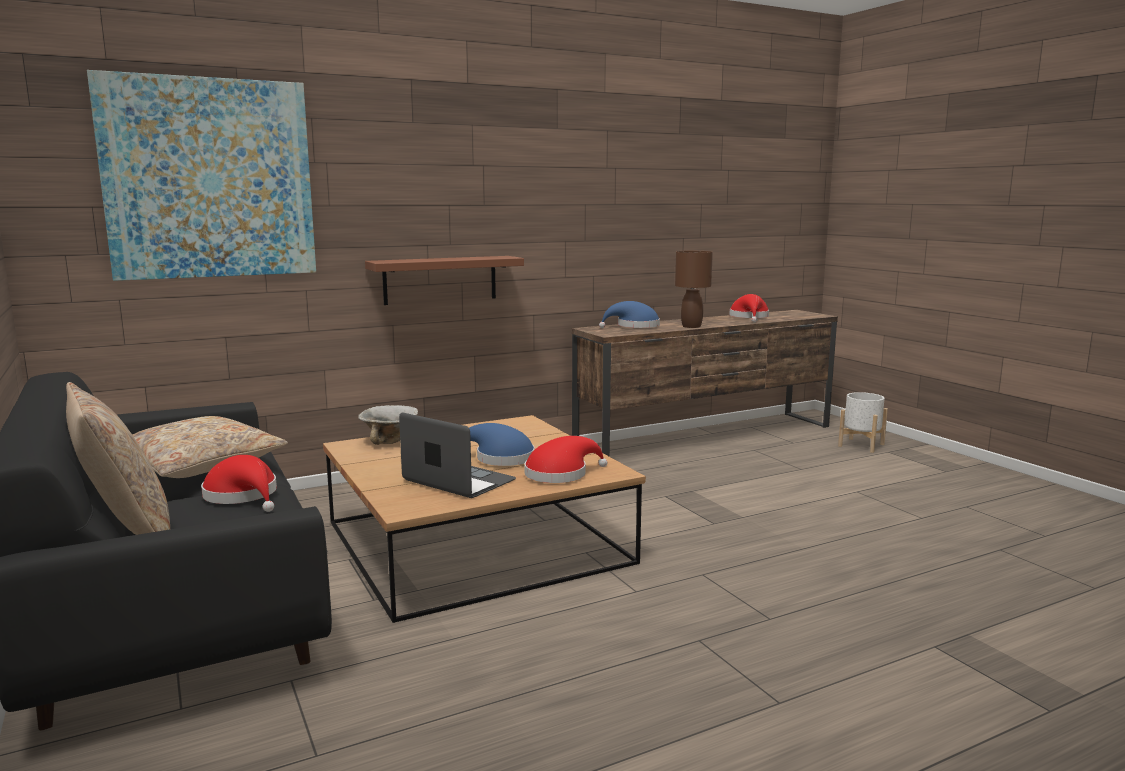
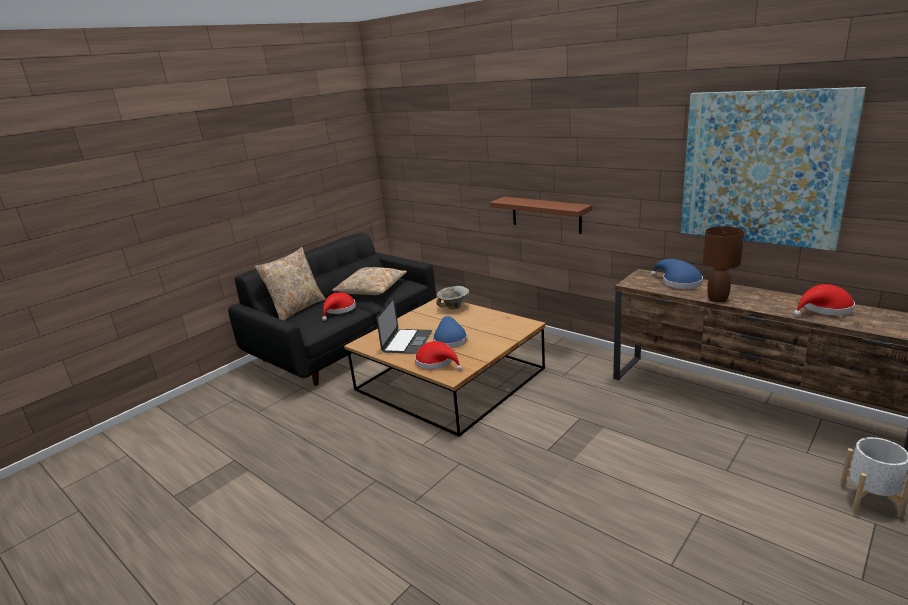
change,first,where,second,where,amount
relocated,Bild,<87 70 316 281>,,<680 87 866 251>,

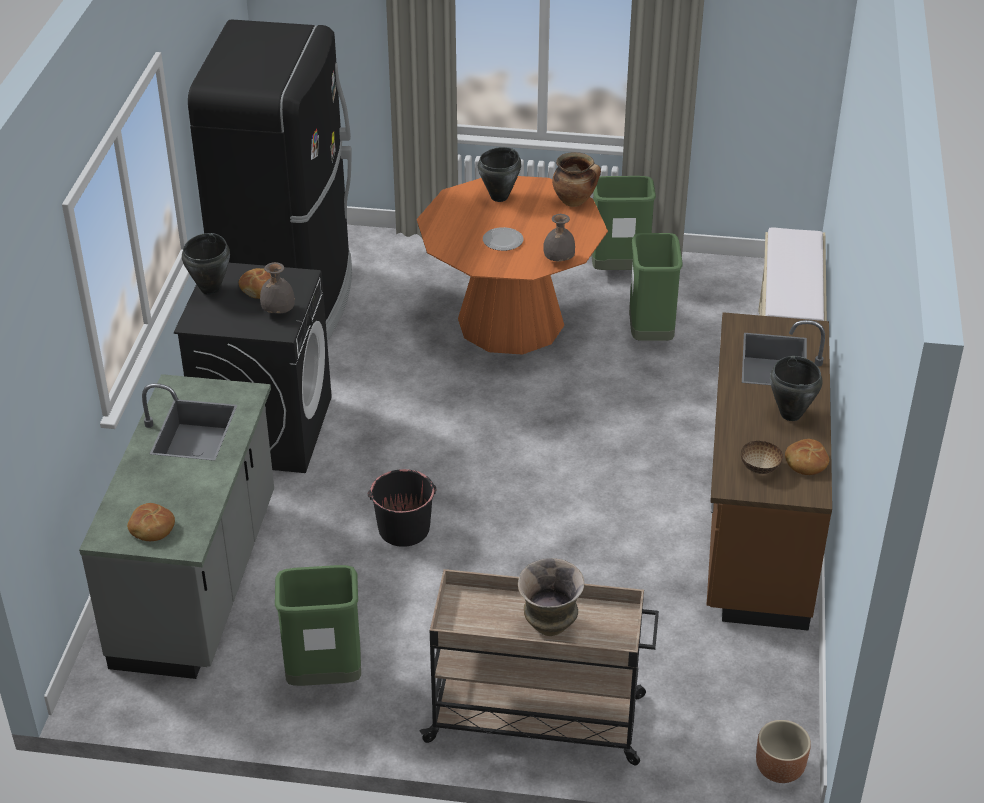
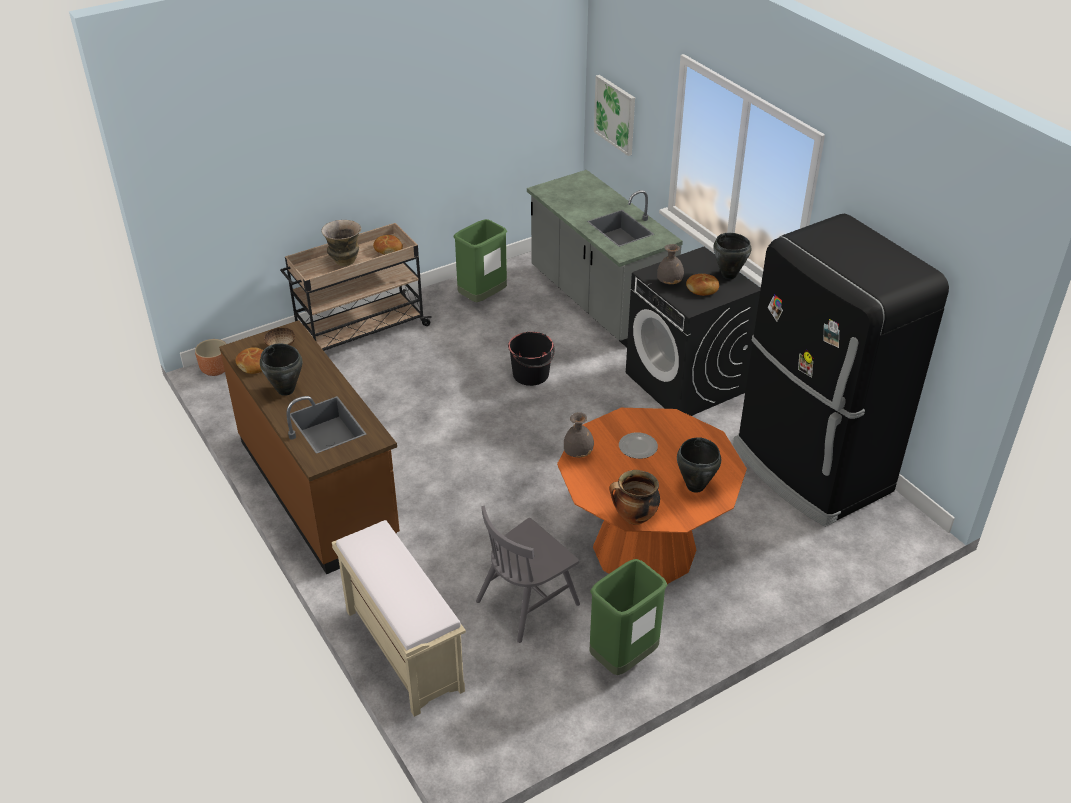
change,first,where,second,where,amount
relocated,Brot,<127 503 175 541>,,<373 235 403 254>,
exchanged,Mülleimer/grün,<629 233 683 341>,Stuhl/grau,<476 506 580 643>,
appeared,,,Bild,<594 75 635 156>,

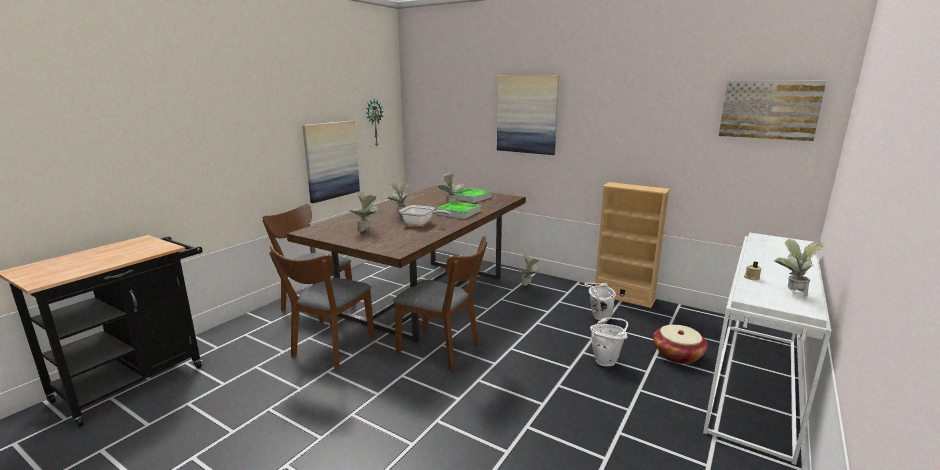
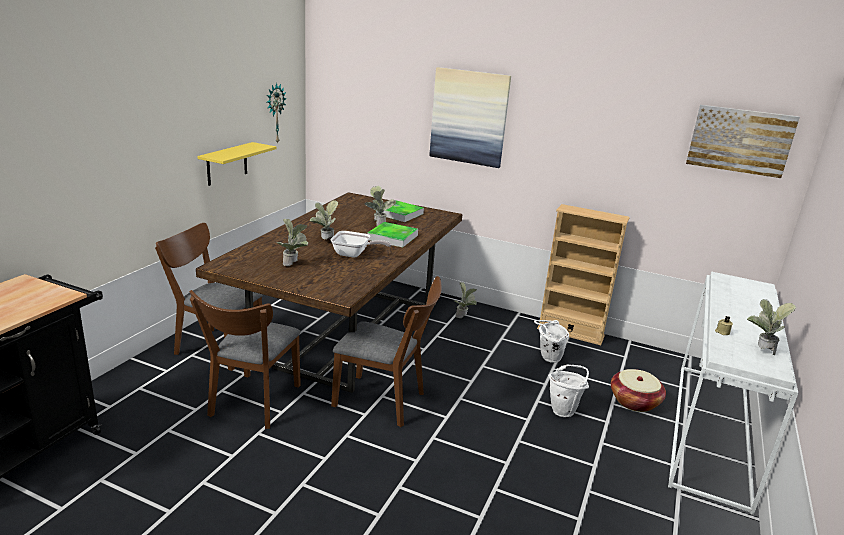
change,first,where,second,where,amount
exchanged,Bild,<302 121 360 203>,Wandregal/gelb,<197 142 276 186>,

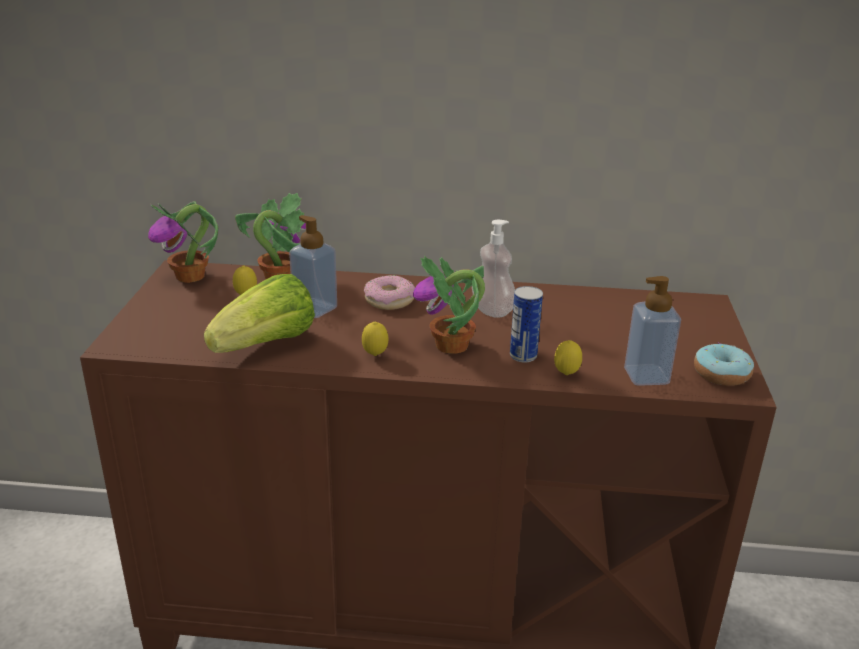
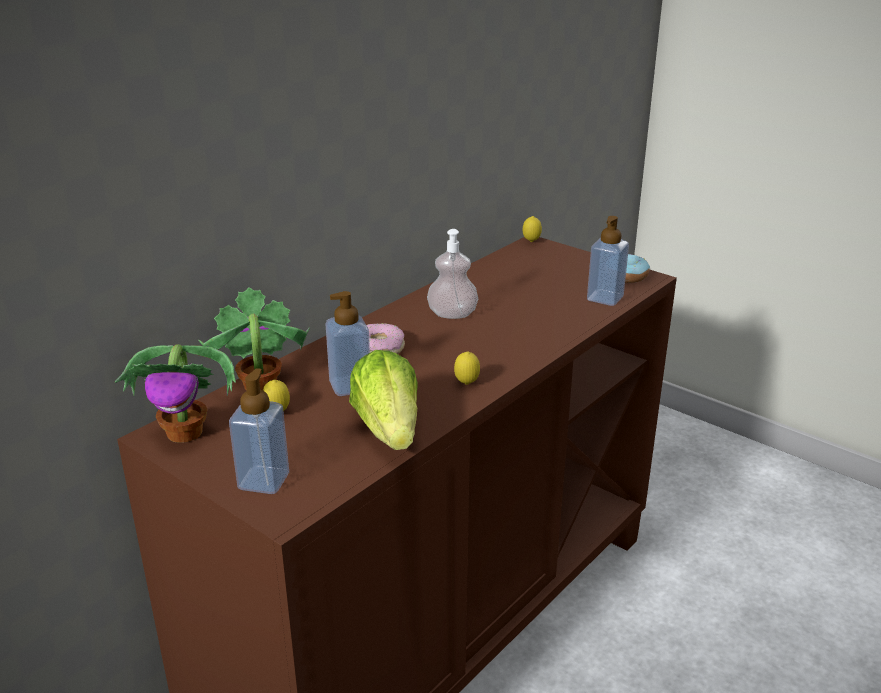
change,first,where,second,where,amount
appeared,,,Seifenspender,<229 368 289 494>,
relocated,Zitrone,<554 340 582 375>,,<523 216 542 242>,
missing,Topfpflanze,<413 256 485 354>,,,
missing,Dose,<510 286 543 363>,,,

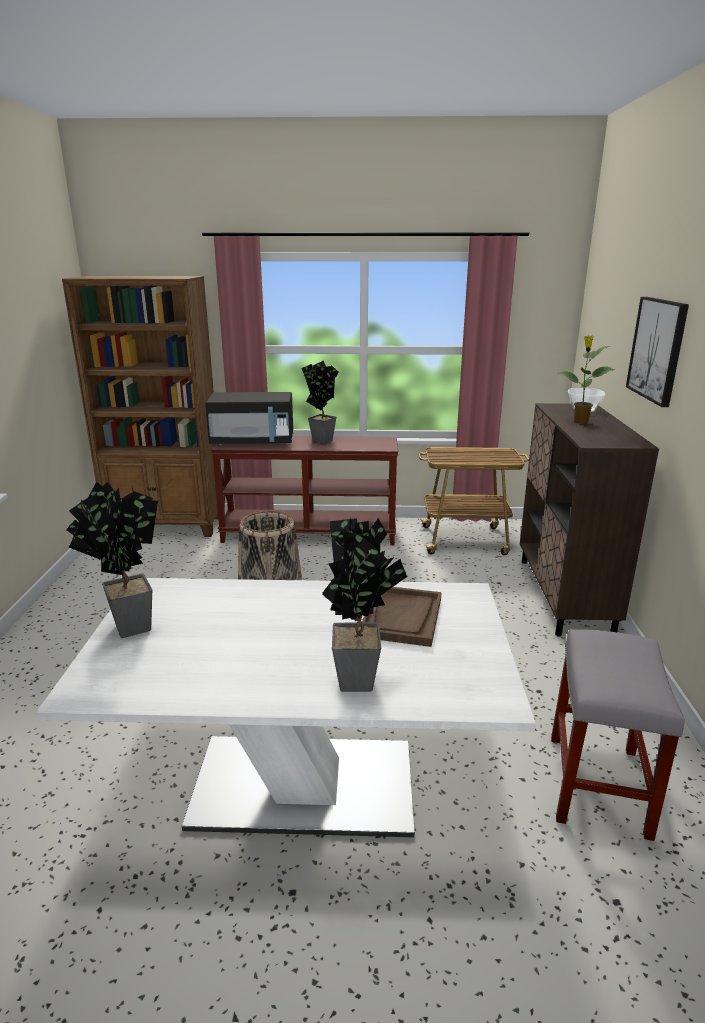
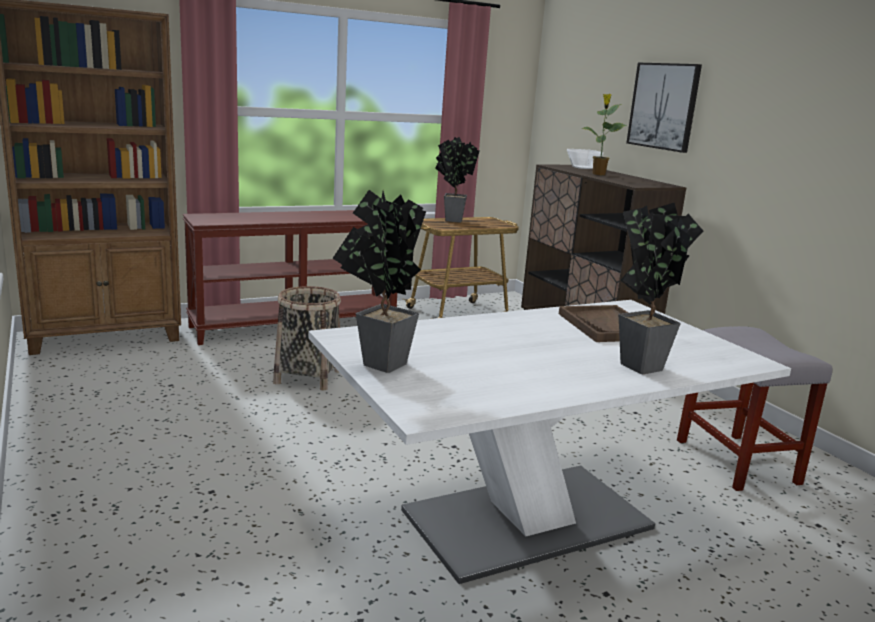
change,first,where,second,where,amount
relocated,Topfpflanze,<301 361 339 444>,,<435 137 479 223>,
missing,Mikrowelle/schwarz,<205 392 294 445>,,,

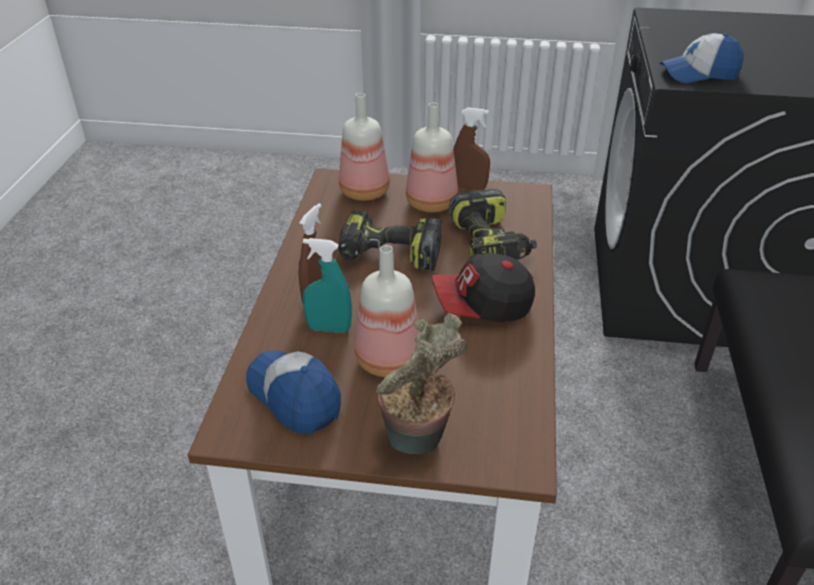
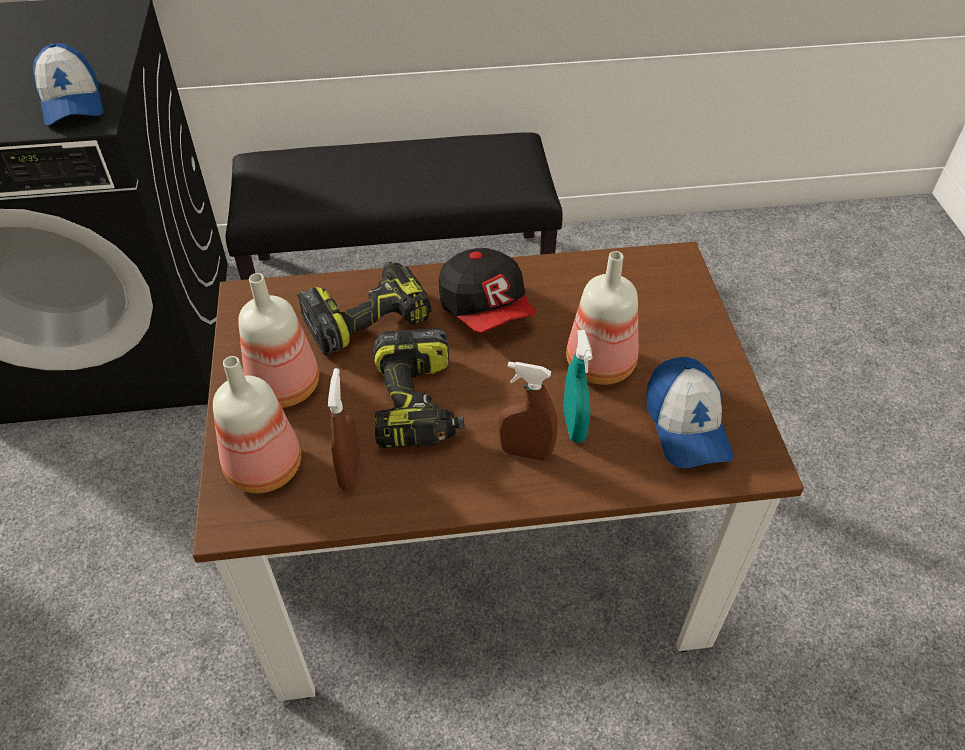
change,first,where,second,where,amount
relocated,Sprühflasche/braun,<453 108 490 190>,,<328 368 360 491>,
spun,Kappe,<246 350 341 434>,,<646 357 733 468>,45 degrees counterclockwise
missing,Topfpflanze,<376 313 467 454>,,,

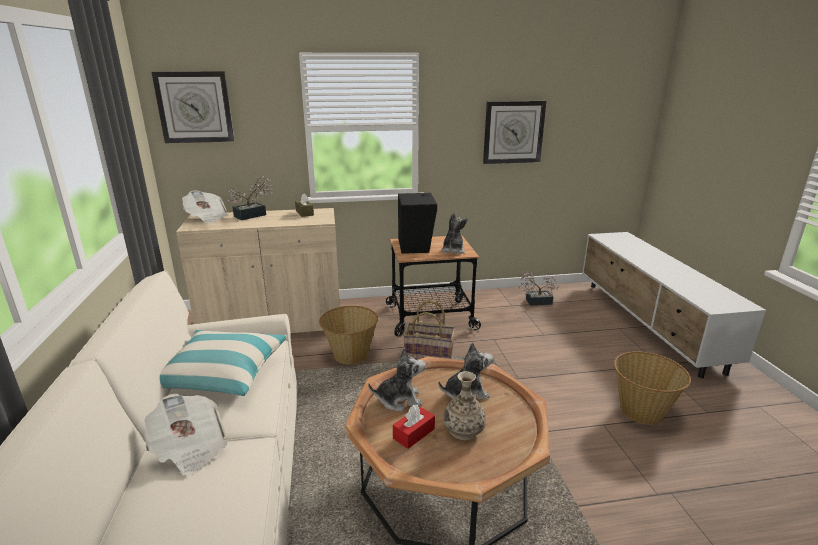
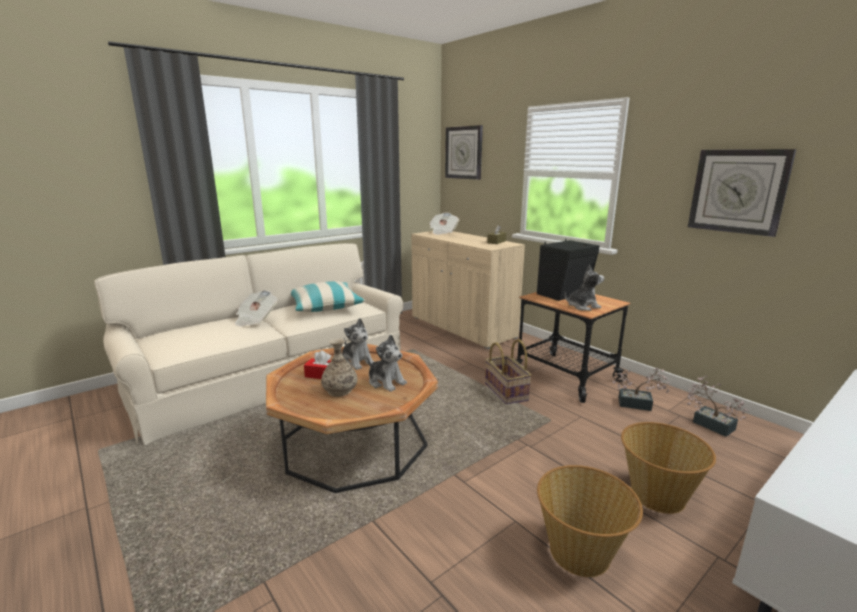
change,first,where,second,where,amount
relocated,Topfpflanze,<226 176 273 220>,,<612 368 670 411>,
relocated,Korb,<319 306 378 364>,,<621 422 716 514>,

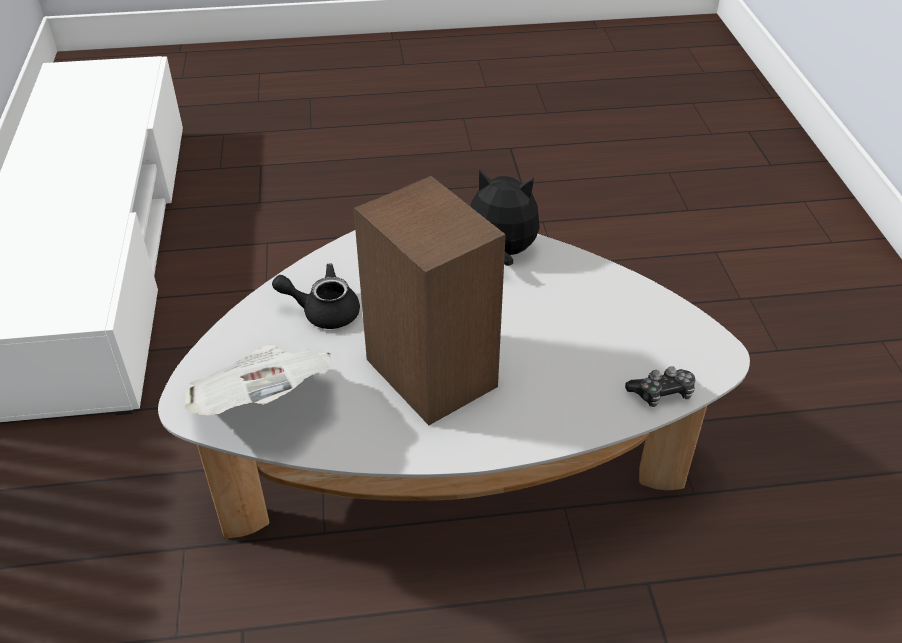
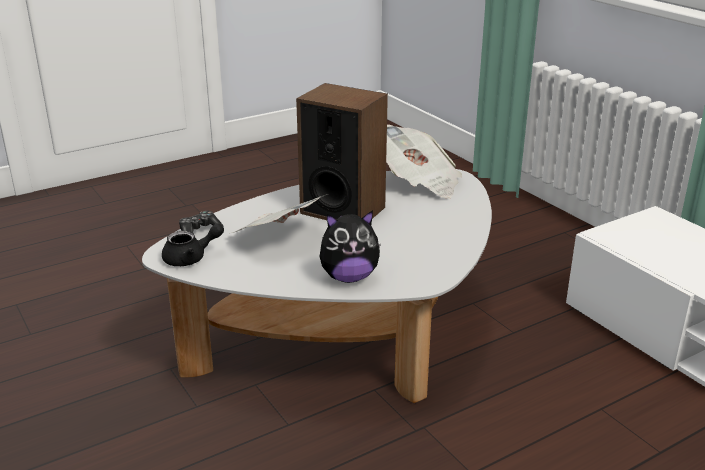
change,first,where,second,where,amount
relocated,Teekanne/schwarz,<272 263 360 329>,,<162 224 224 266>,
appeared,,,Zeitung,<229 194 328 234>,

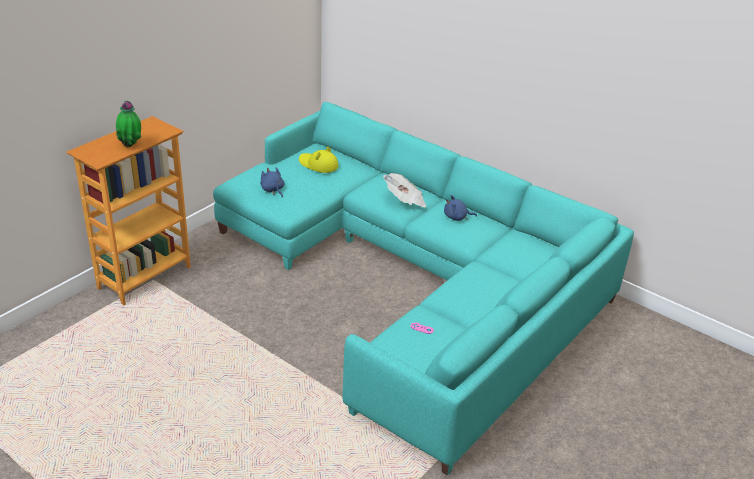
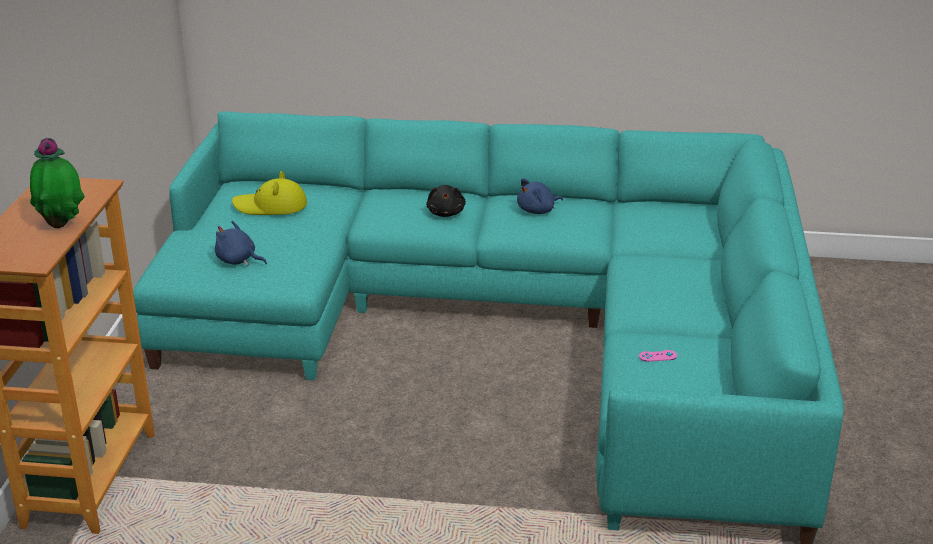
change,first,where,second,where,amount
exchanged,Zeitung,<383 173 426 207>,Plüschtier/schwarz,<426 185 466 217>,

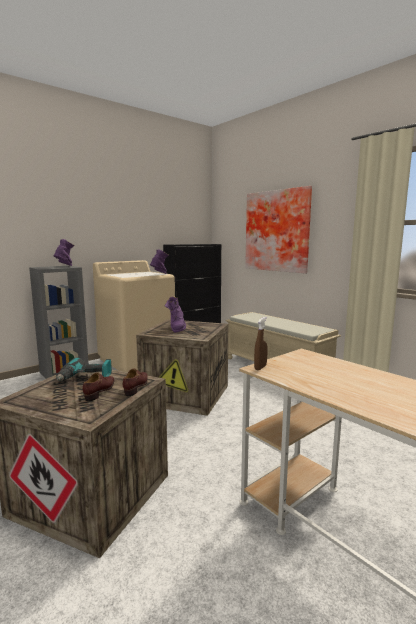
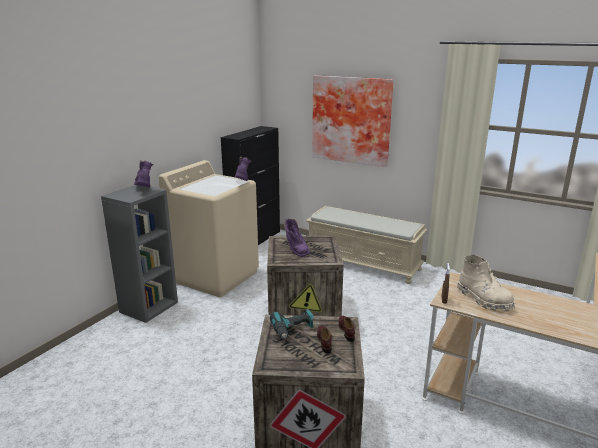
change,first,where,second,where,amount
appeared,,,Stiefel/beige,<457 255 515 312>,

